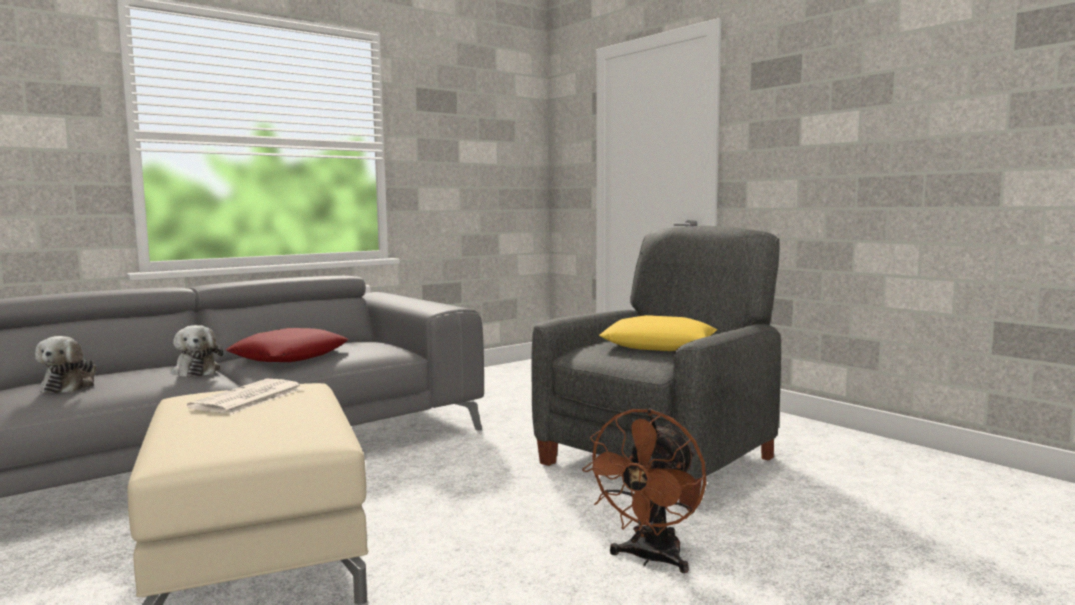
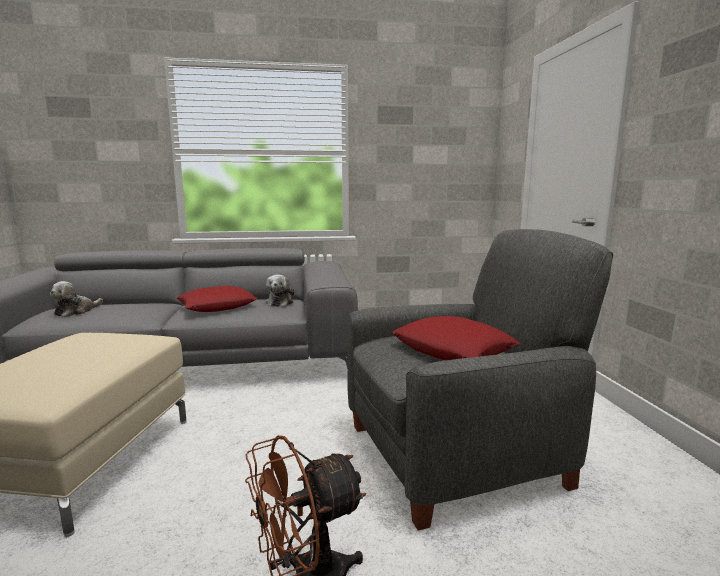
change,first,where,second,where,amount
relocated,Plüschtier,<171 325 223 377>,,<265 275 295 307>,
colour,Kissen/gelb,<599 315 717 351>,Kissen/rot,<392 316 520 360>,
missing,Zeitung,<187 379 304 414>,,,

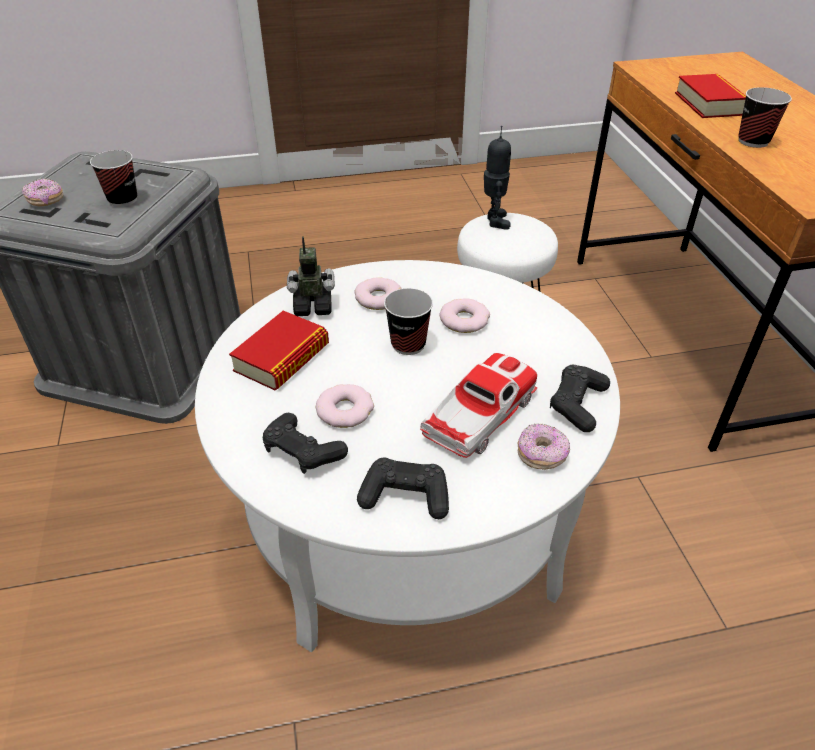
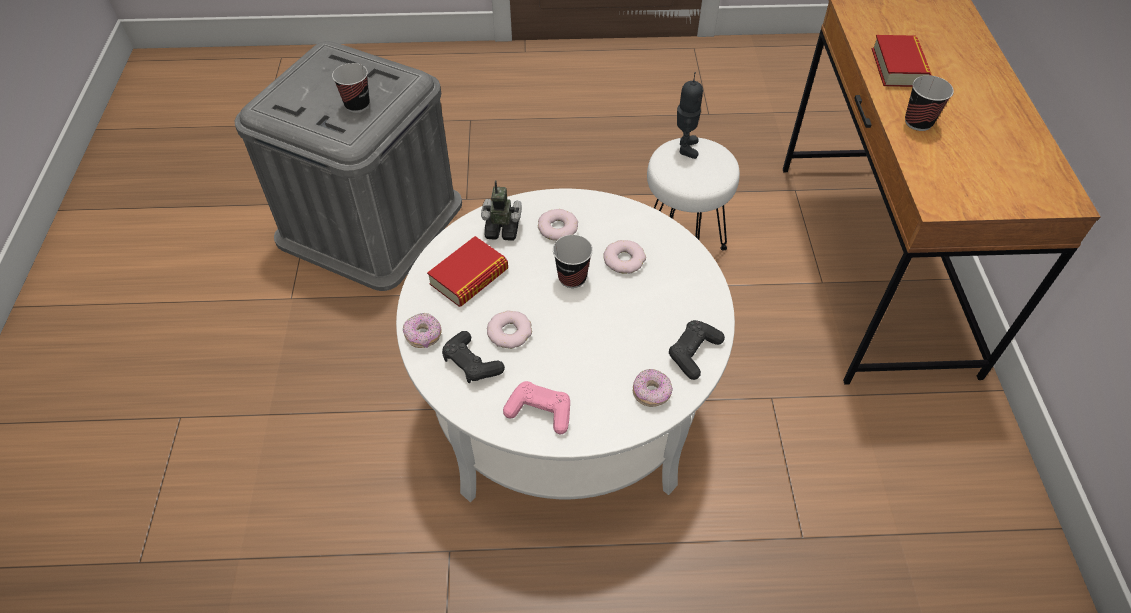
change,first,where,second,where,amount
relocated,Donut,<22 178 63 207>,,<403 313 442 348>,
colour,Gamepad/schwarz,<357 458 449 519>,Gamepad/rosa,<503 381 570 434>,
missing,Spielzeugauto,<420 353 537 458>,,,

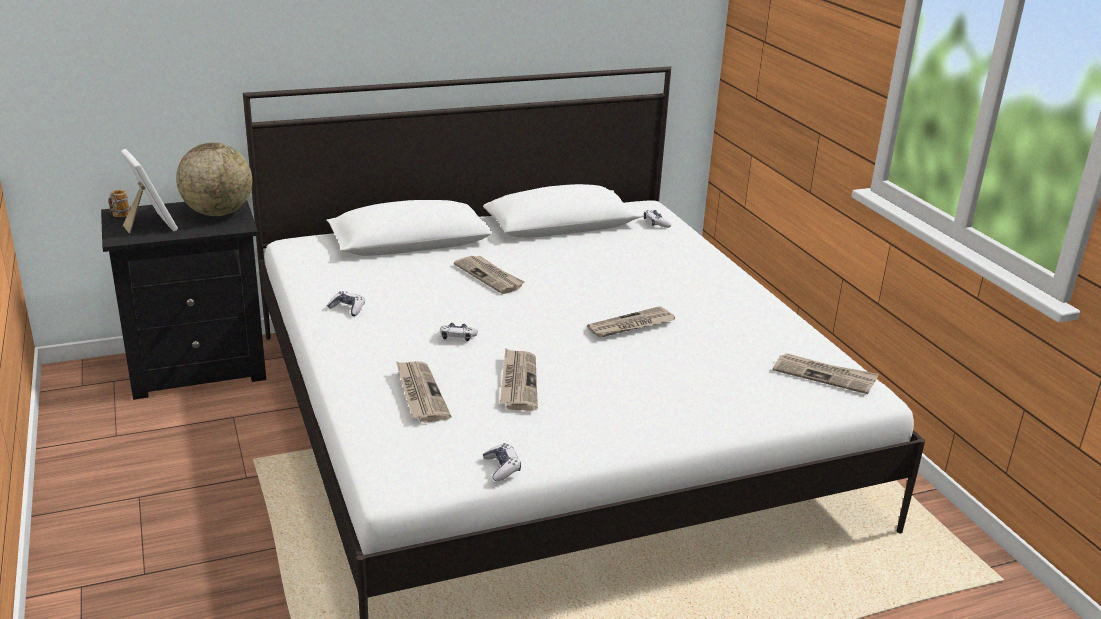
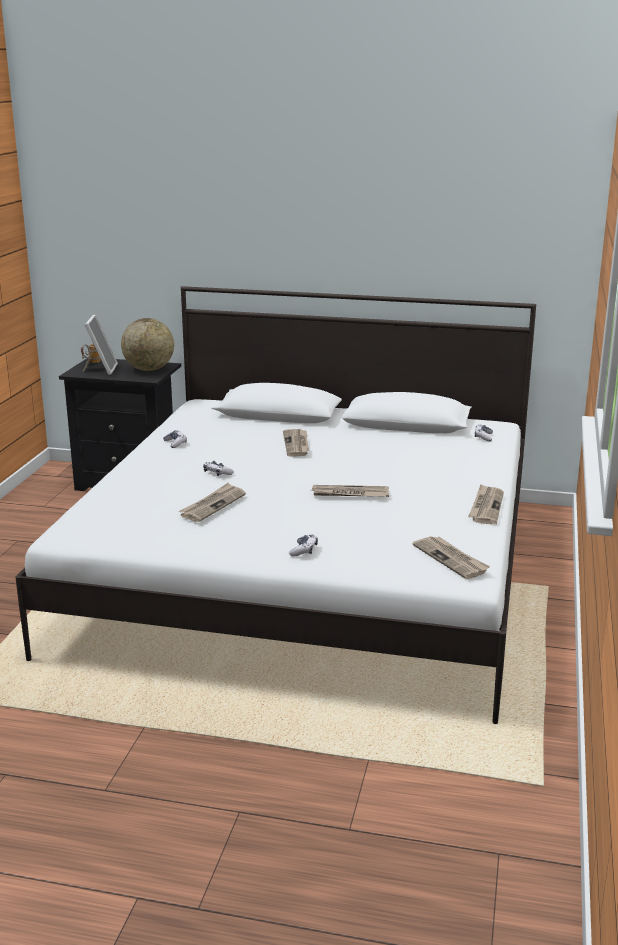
change,first,where,second,where,amount
relocated,Gamepad,<483 443 521 481>,,<289 534 318 557>,
relocated,Zeitung,<396 361 451 423>,,<468 484 504 525>,

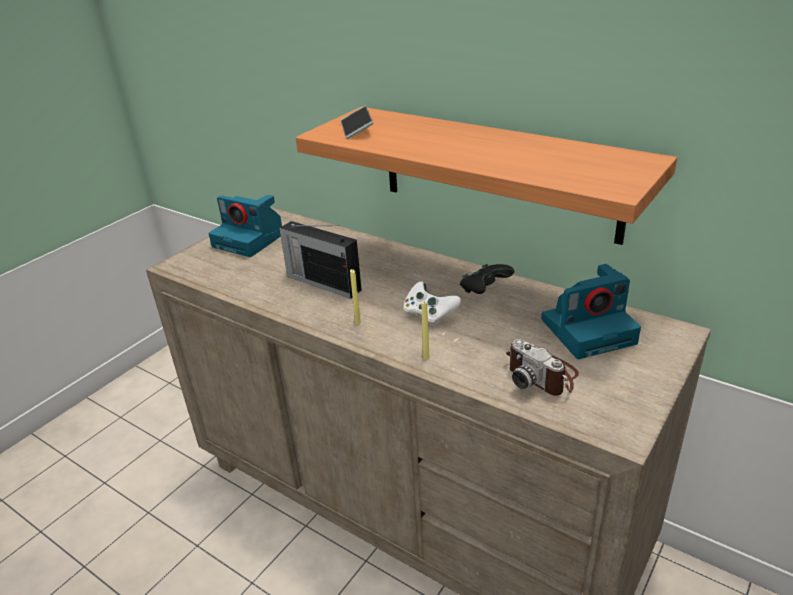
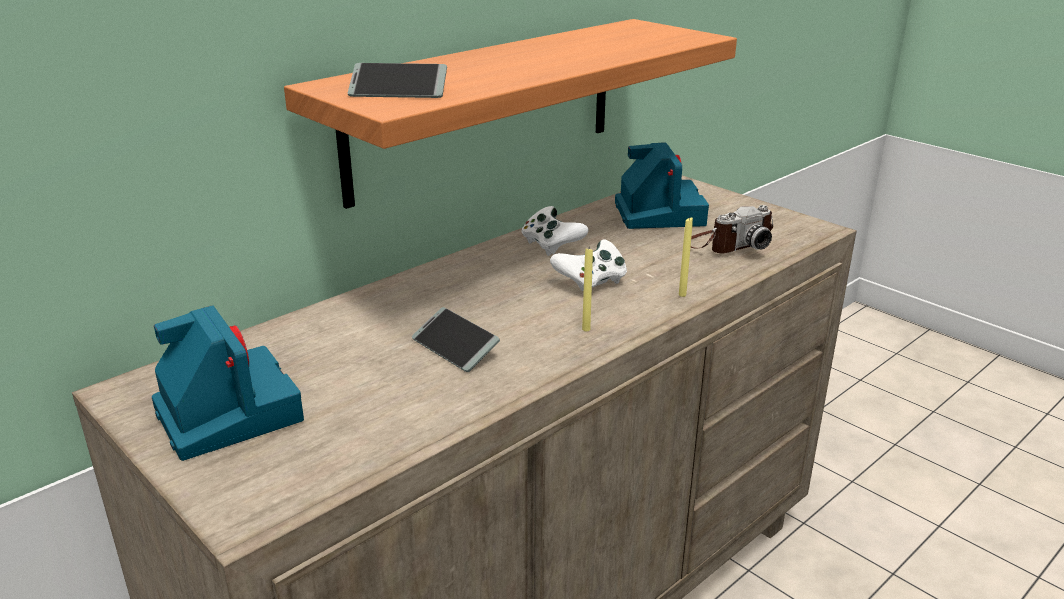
change,first,where,second,where,amount
spun,Kamera,<208 195 282 257>,,<152 305 304 461>,75 degrees counterclockwise
exchanged,Radio,<279 221 362 299>,Handy,<412 307 500 372>,
colour,Gamepad/schwarz,<460 264 514 294>,Gamepad/weiß,<522 206 589 256>,

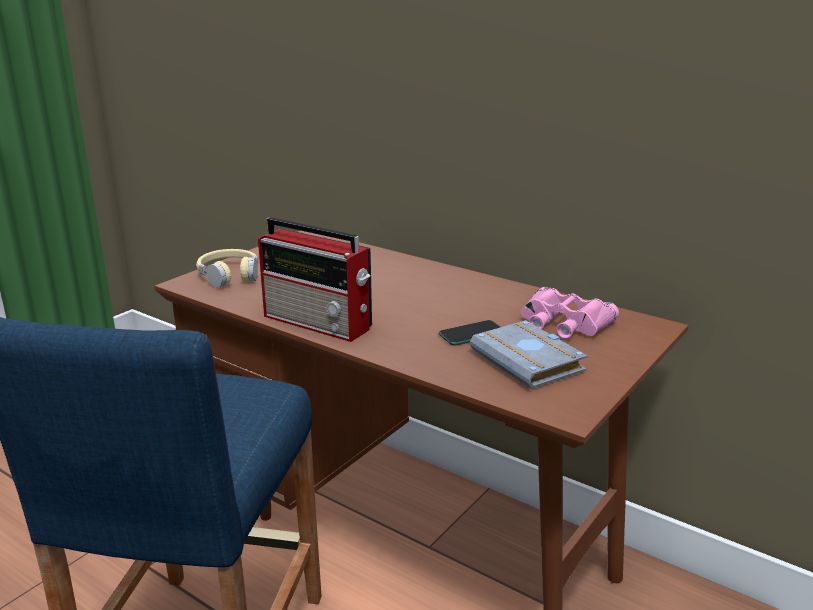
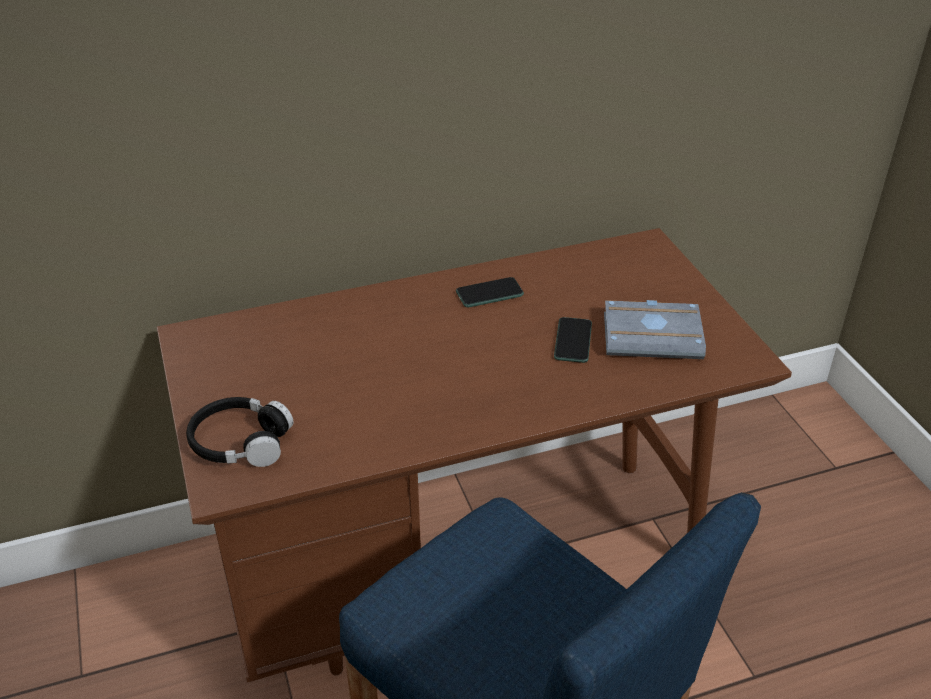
change,first,where,second,where,amount
colour,Kopfhörer/beige,<196 249 258 287>,Kopfhörer/schwarz,<186 397 294 467>,
appeared,,,Handy,<456 277 524 307>,
missing,Radio,<258 217 372 342>,,,
missing,Fernglas/rosa,<521 287 619 339>,,,

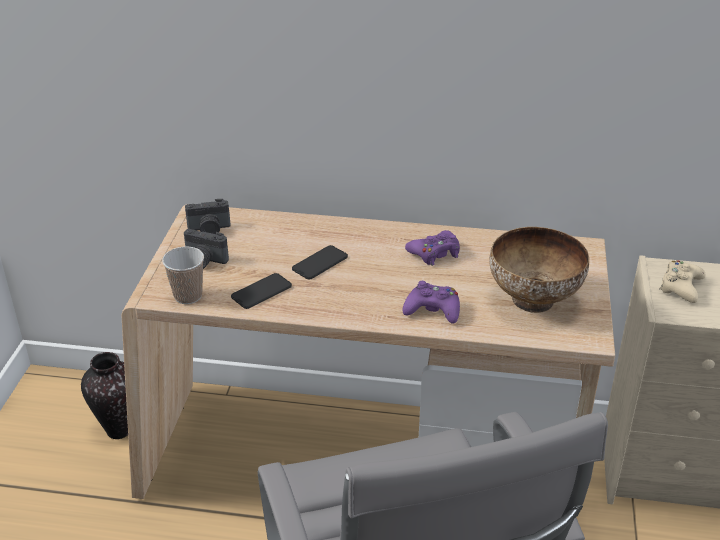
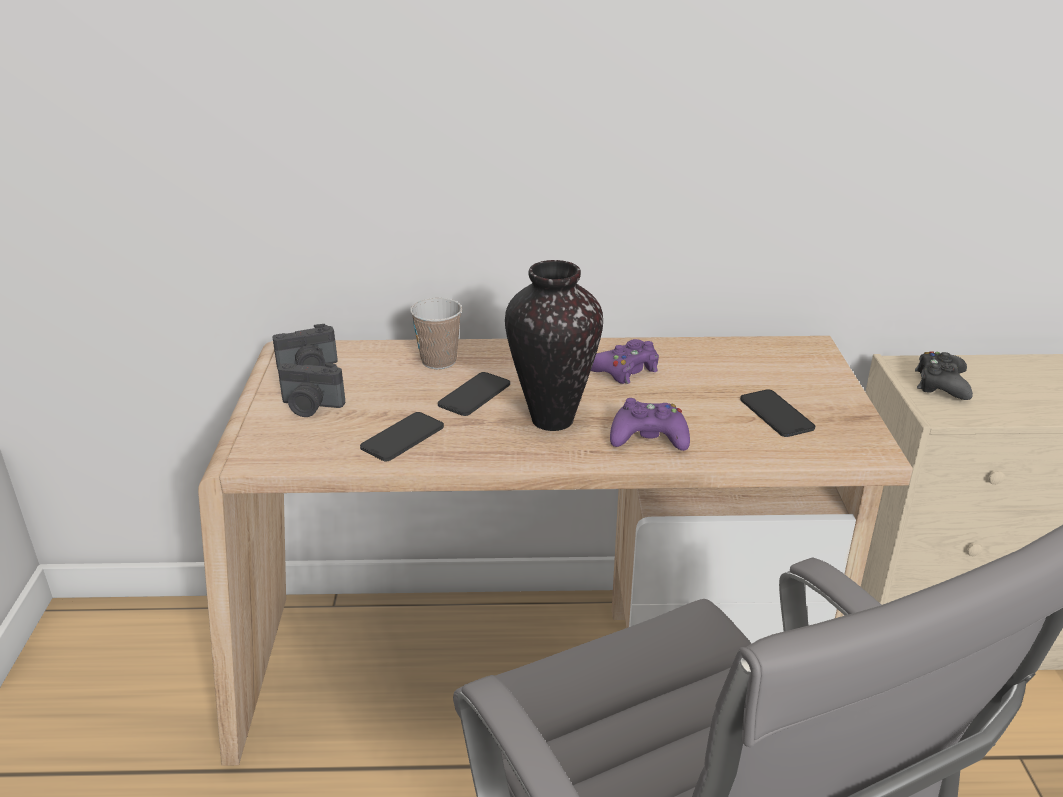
change,first,where,second,where,amount
relocated,Tasse,<162 246 204 304>,,<410 298 462 369>,
relocated,Vase,<81 352 128 439>,,<505 260 603 431>,
exchanged,Schüssel,<489 227 589 313>,Handy,<740 389 815 437>,
colour,Gamepad/beige,<659 260 706 303>,Gamepad/schwarz,<915 351 973 400>,

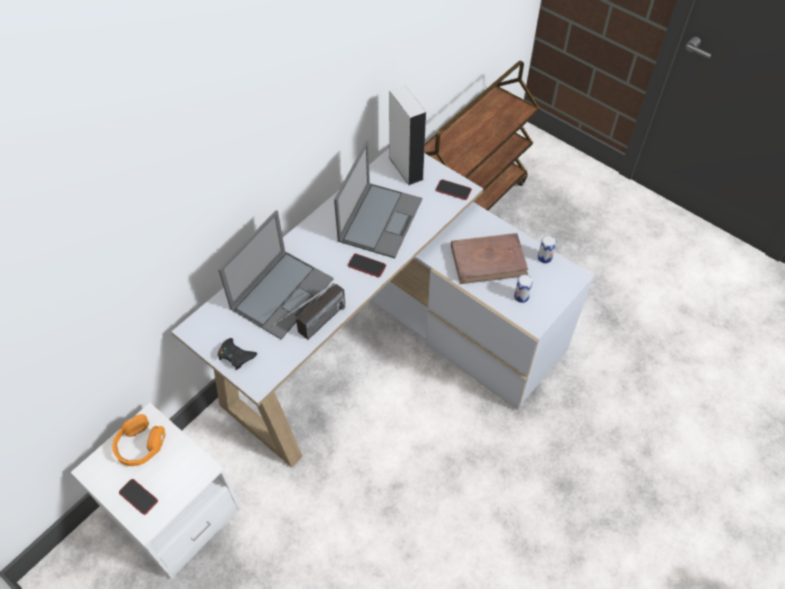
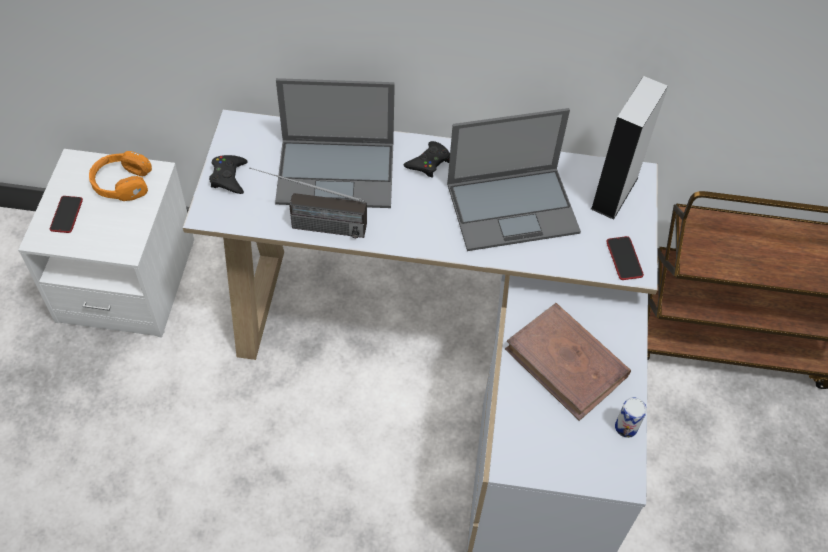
change,first,where,second,where,amount
appeared,,,Gamepad/schwarz,<403 141 450 178>,
missing,Handy,<348 254 386 277>,,,
missing,Dose,<514 275 533 303>,,,

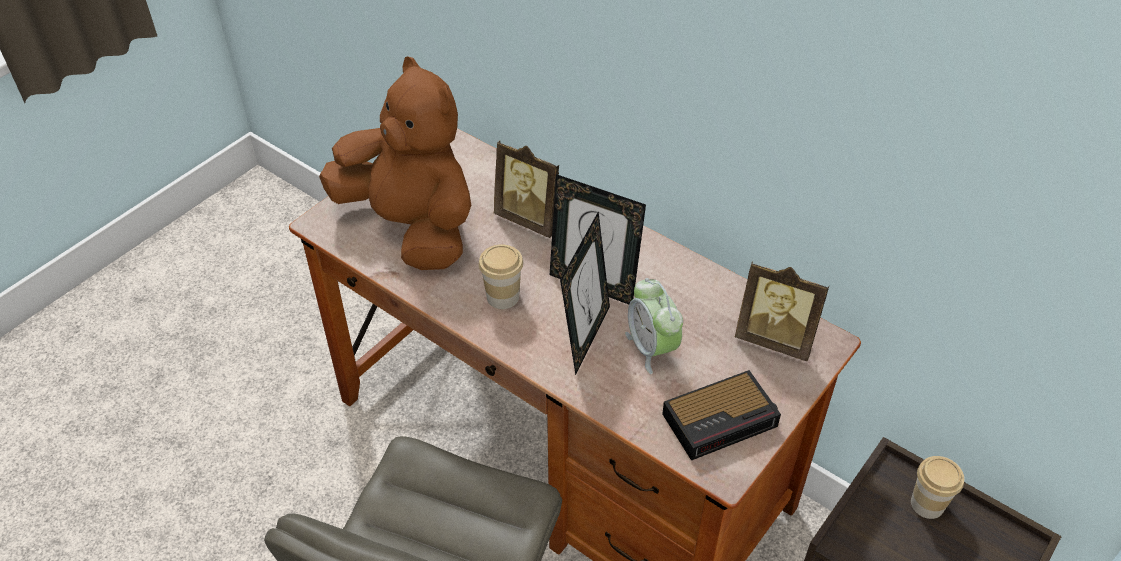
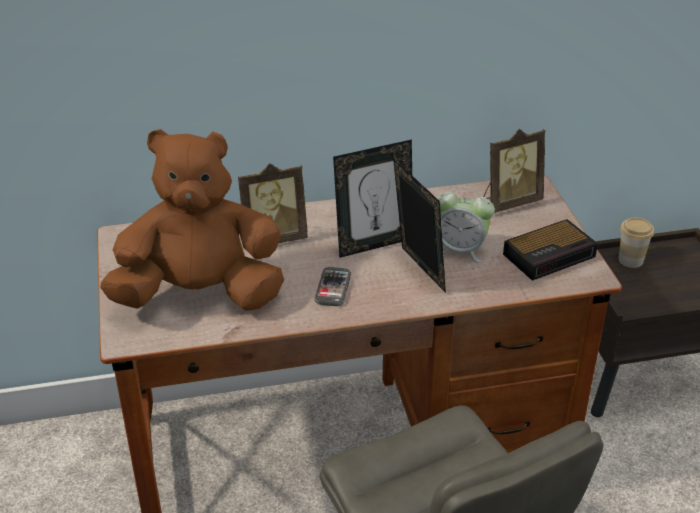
change,first,where,second,where,amount
exchanged,Tasse,<479 244 523 309>,Handy,<315 267 351 306>,
spun,Wecker,<662 370 781 461>,,<503 219 598 281>,45 degrees clockwise

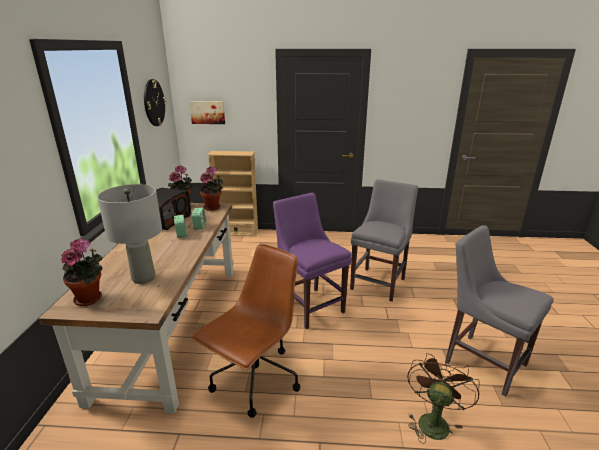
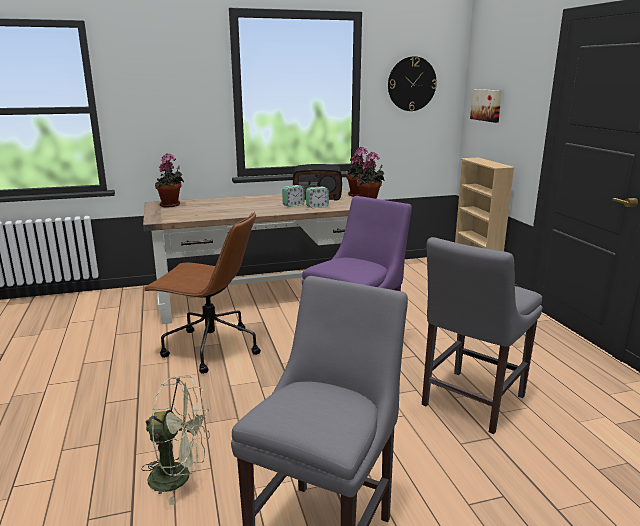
change,first,where,second,where,amount
colour,Ventilator/braun,<407 353 480 444>,Ventilator/grün,<141 376 210 505>,
spun,Stuhl/grau,<350 179 418 302>,,<422 237 543 434>,120 degrees clockwise
missing,Tischlampe/grau,<97 184 162 284>,,,

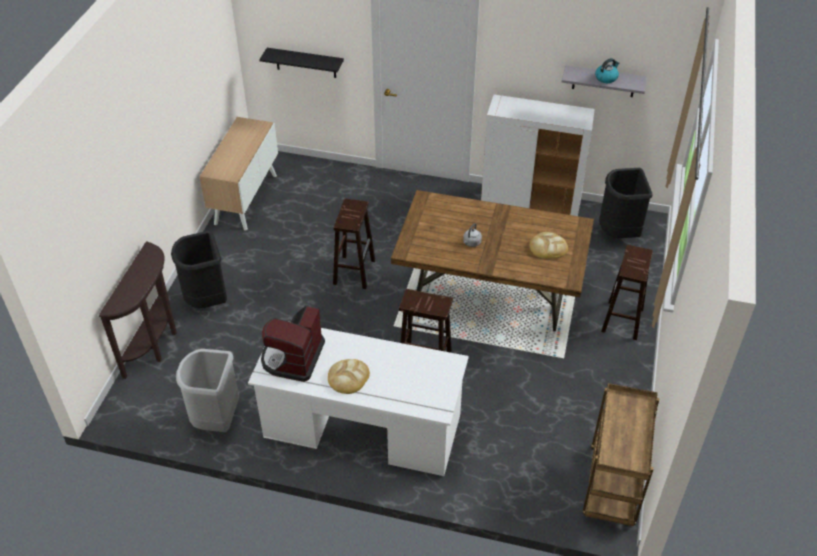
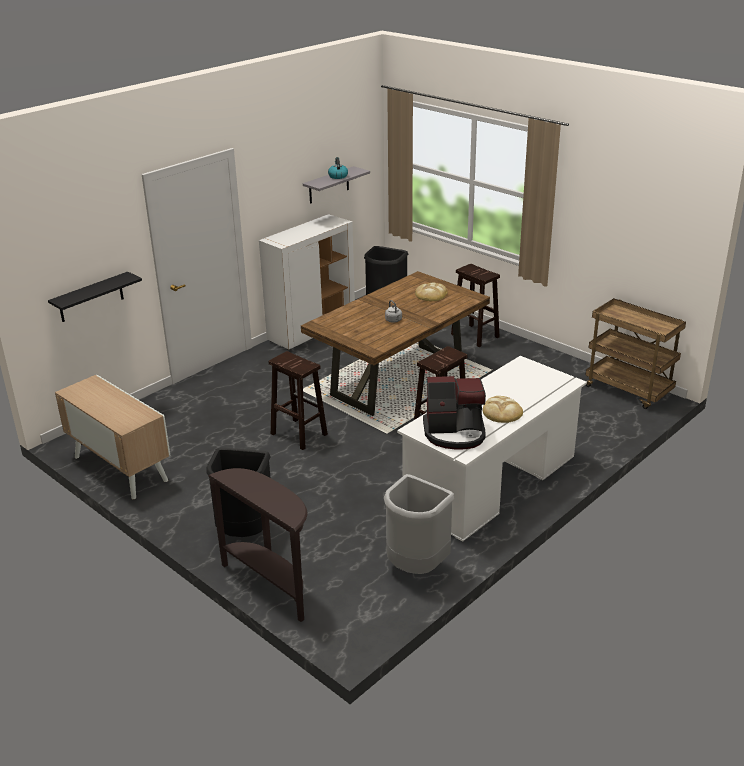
change,first,where,second,where,amount
spun,Kaffeemaschine,<261 306 325 382>,,<423 376 486 450>,45 degrees counterclockwise

